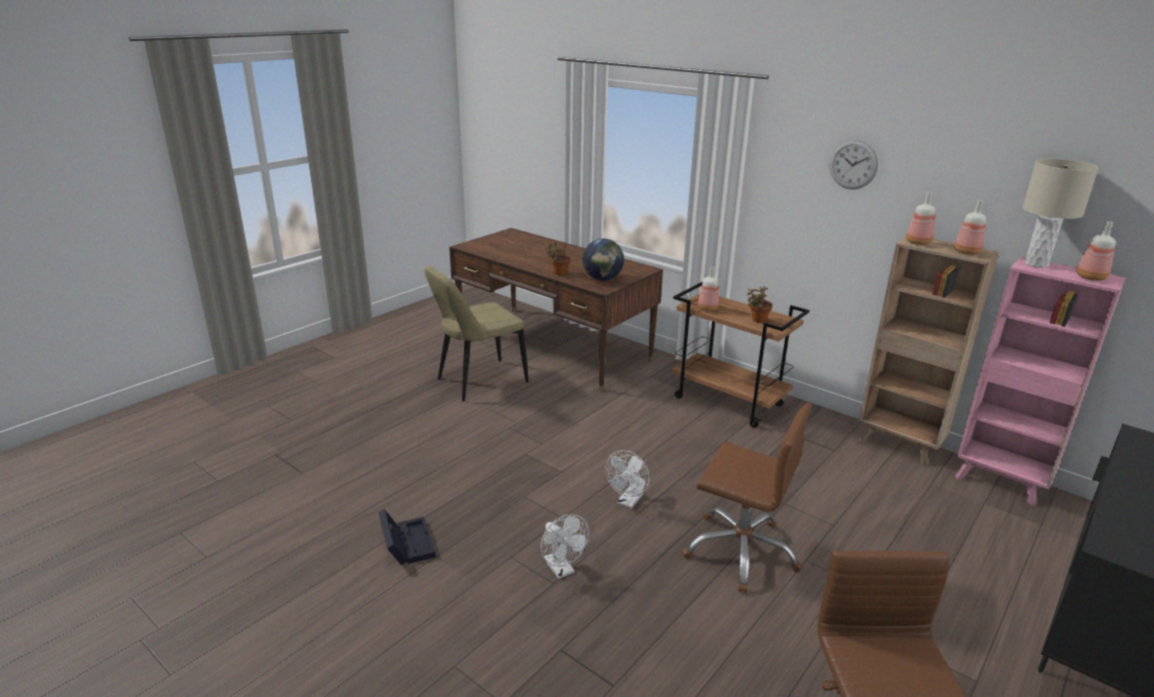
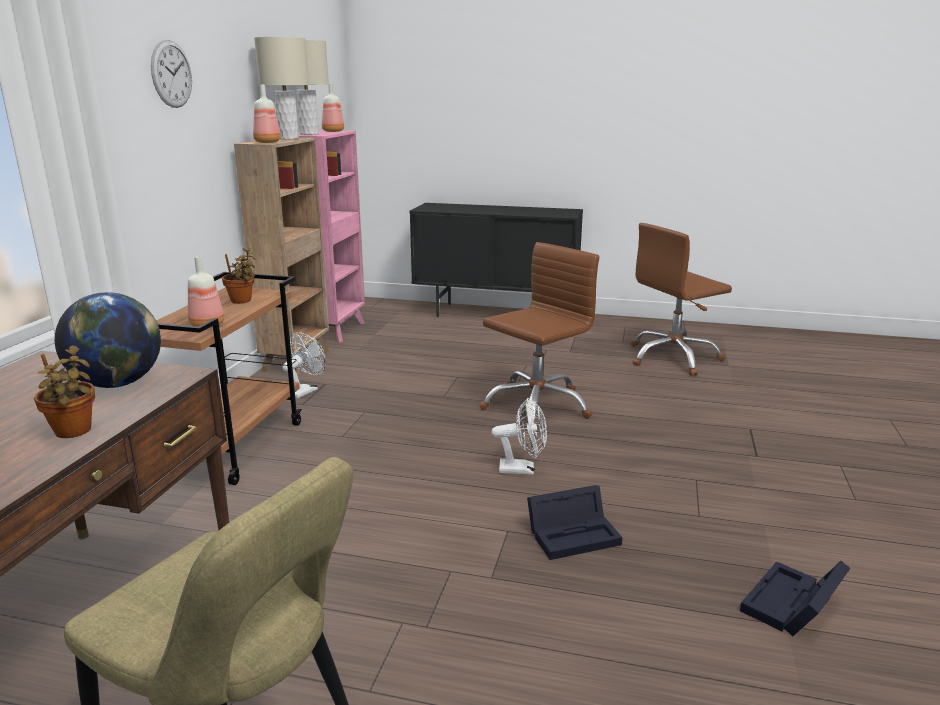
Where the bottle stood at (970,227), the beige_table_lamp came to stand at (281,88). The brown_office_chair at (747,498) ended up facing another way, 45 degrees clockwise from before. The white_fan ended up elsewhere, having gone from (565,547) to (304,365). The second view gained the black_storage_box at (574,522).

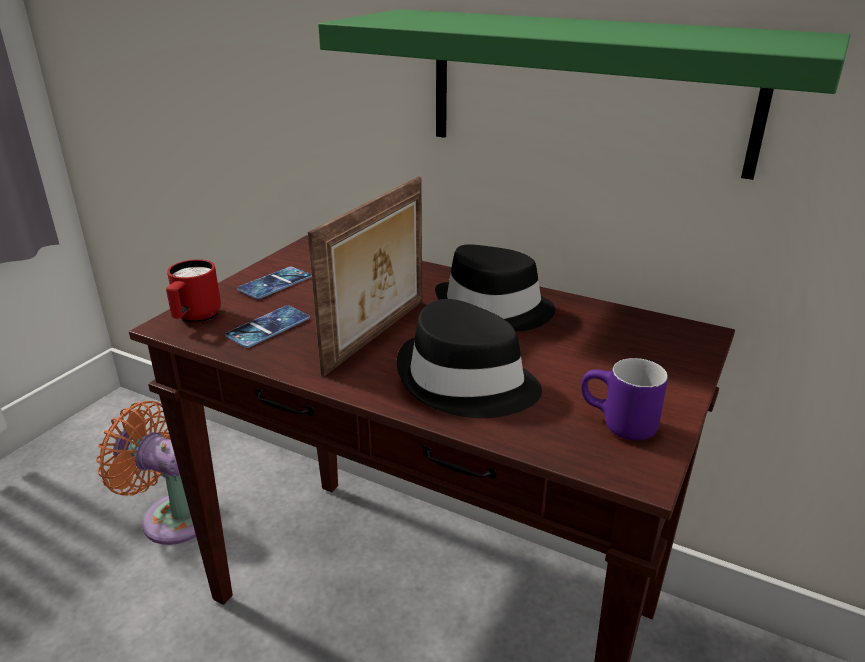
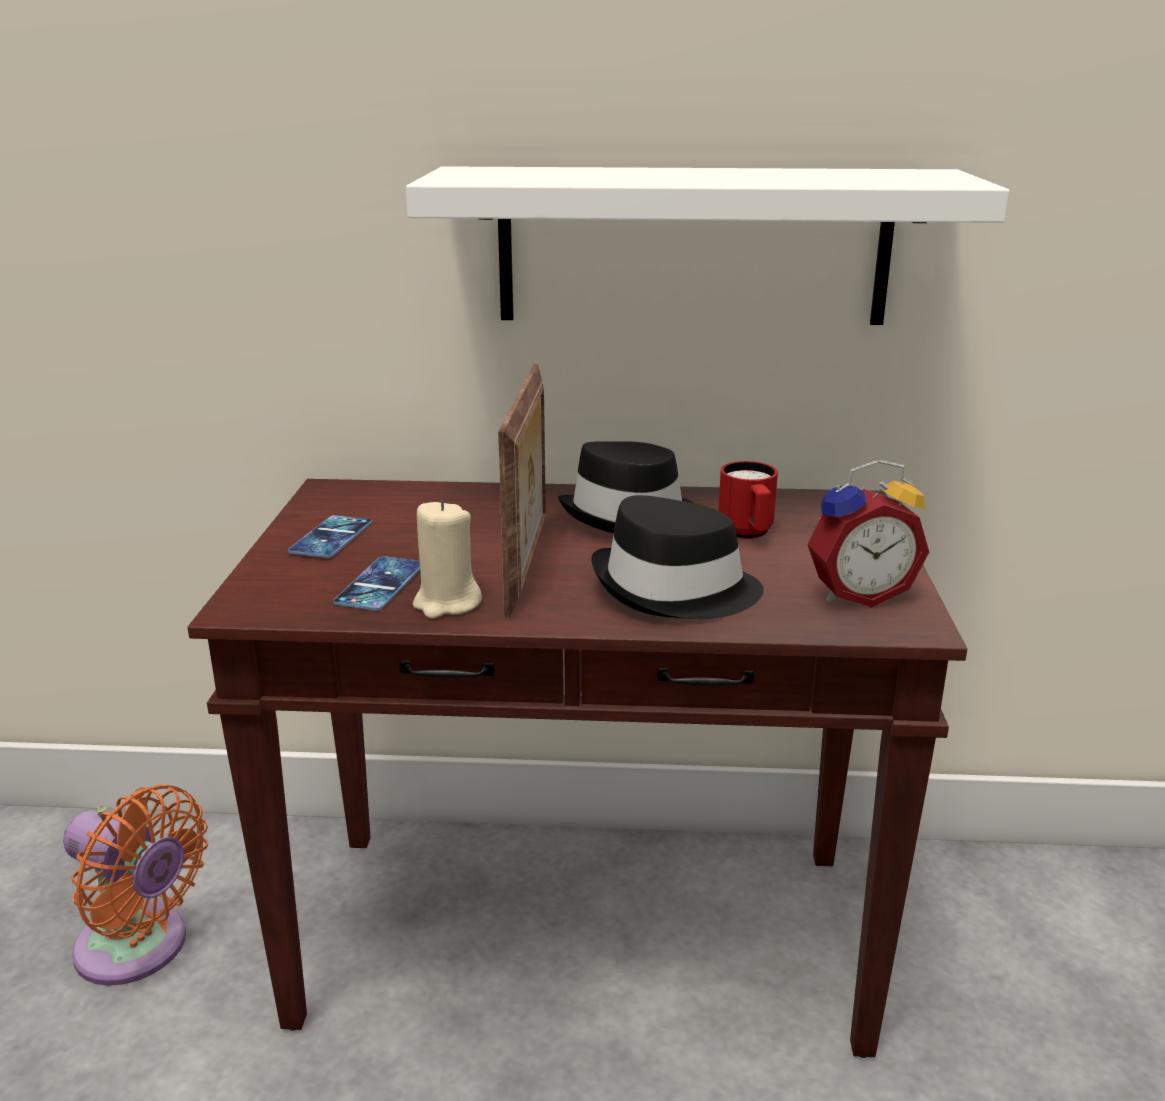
What was the green_shelf at (584,94) turned into the white_shelf at (708,245). The red_mug ended up elsewhere, having gone from (193,291) to (748,500). Where the purple_mug stood at (624,399), the alarm_clock came to stand at (868,533). The orange_fan at (146,473) ended up facing another way, 150 degrees counterclockwise from before. The second view gained the beige_candle at (447,559).

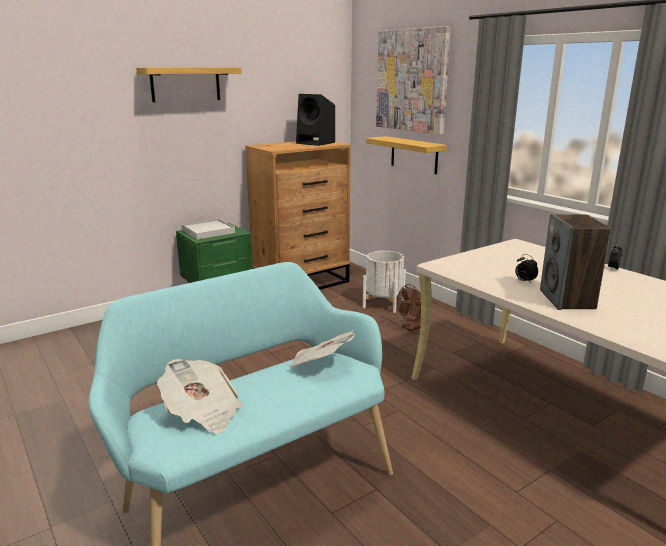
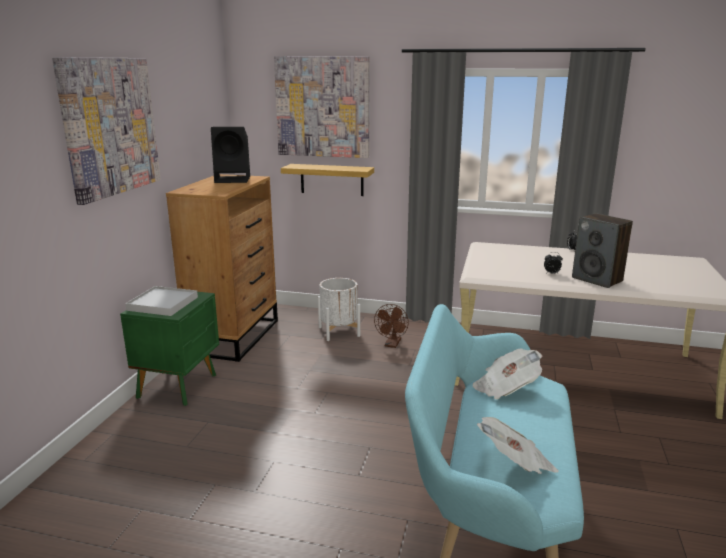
Where the shelf hung at (189,84), the picture came to hang at (106,131).

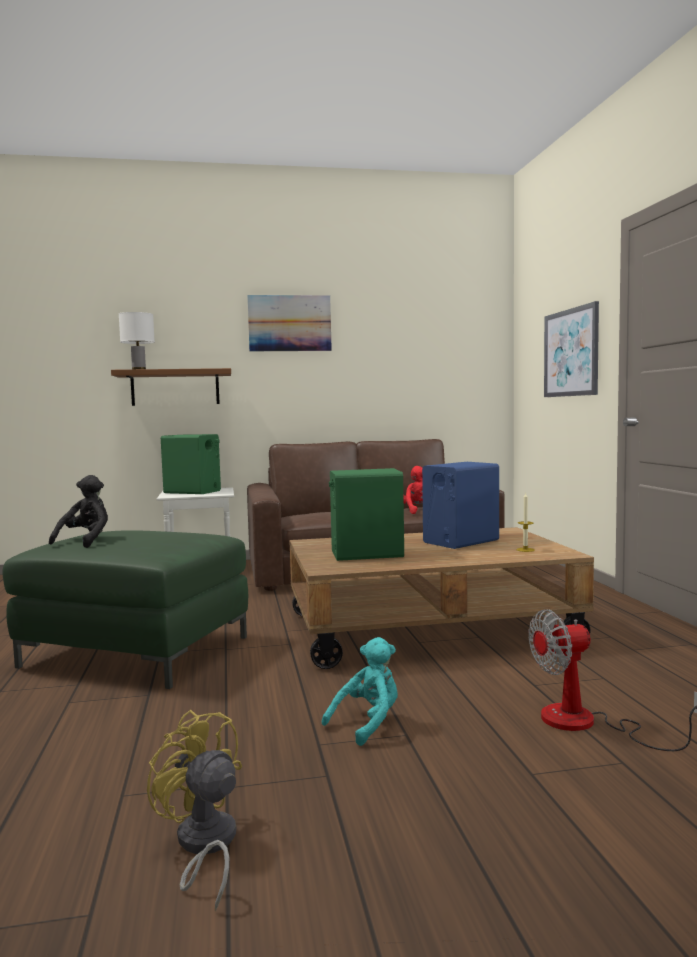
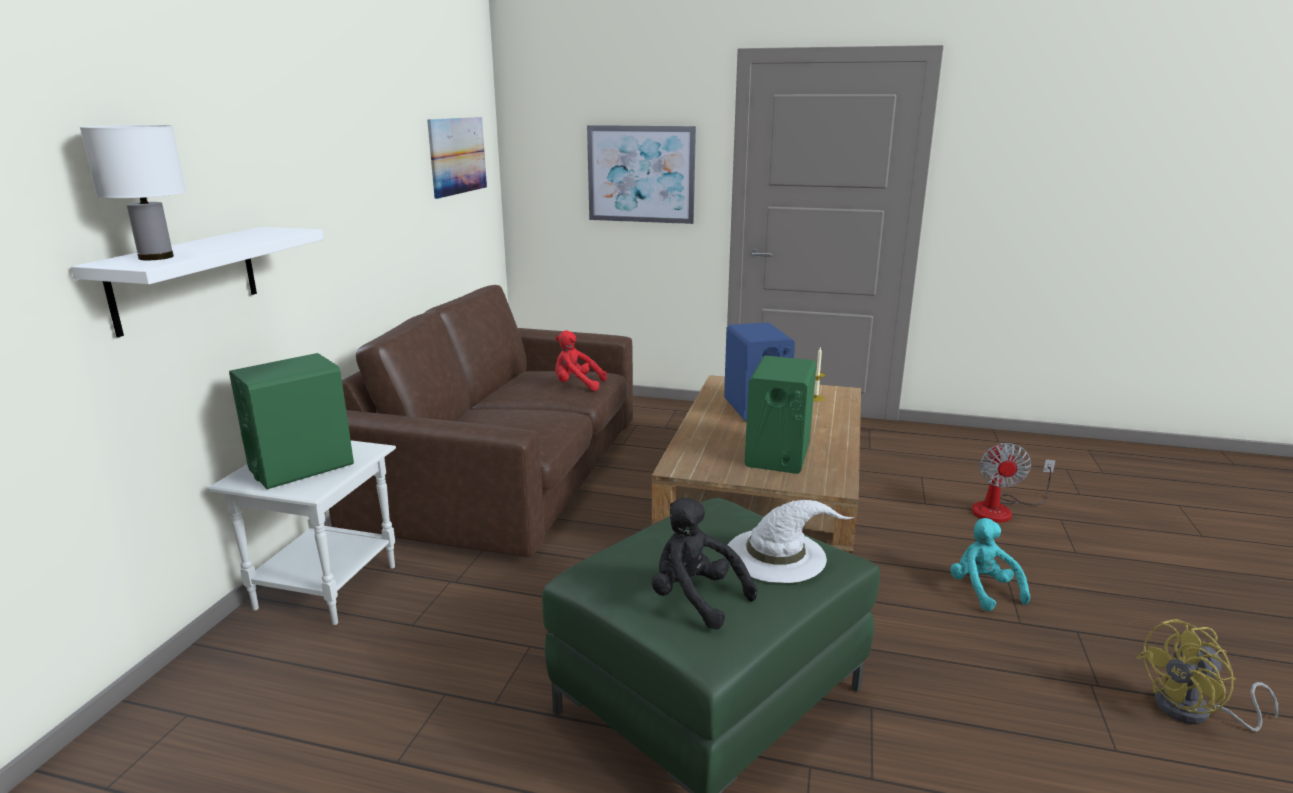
The picture ended up elsewhere, having gone from (289,323) to (457,158). What was the brown_shelf at (171,387) turned into the white_shelf at (197,282). The second view gained the white_hat at (791,541).

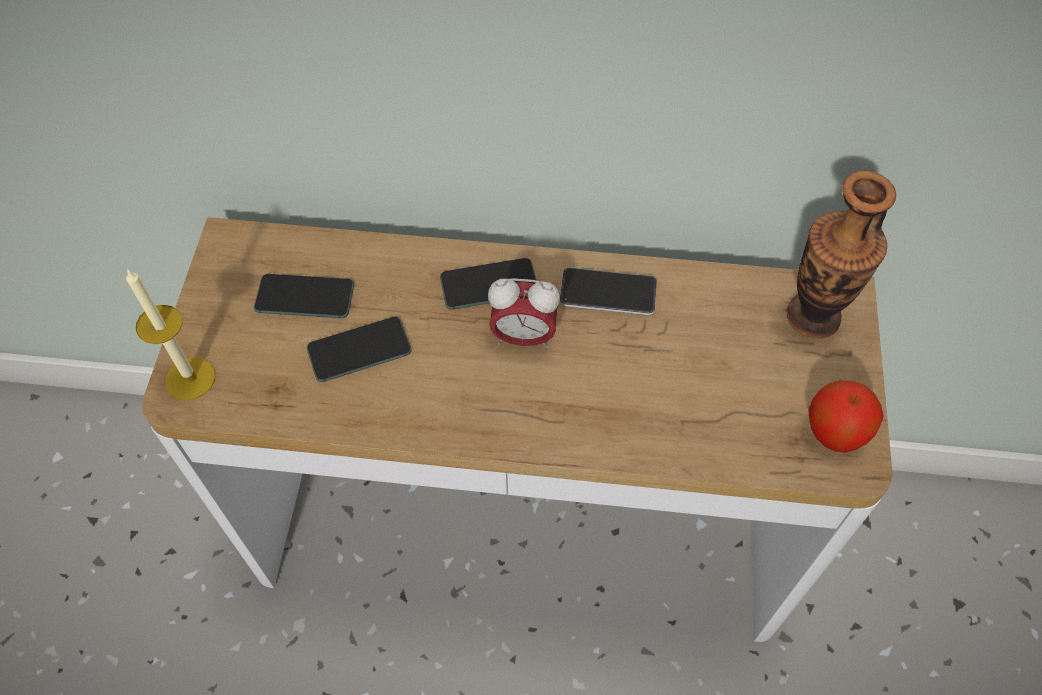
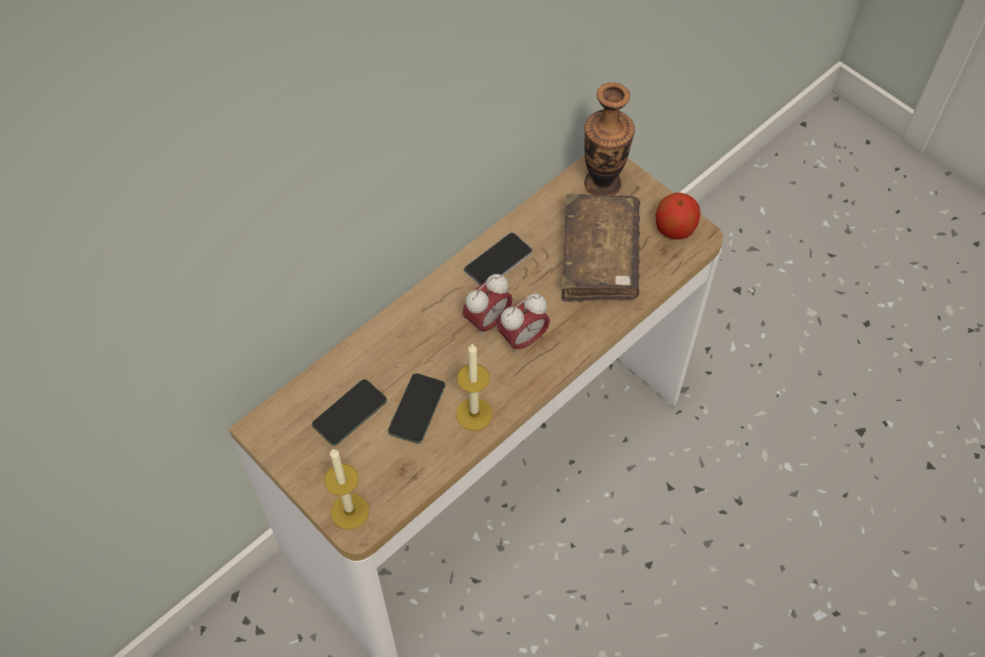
The second view lost the phone at (488,284). The second view gained the brown_book at (601,248). The second view gained the alarm_clock at (523,324). The second view gained the candle at (474,387).

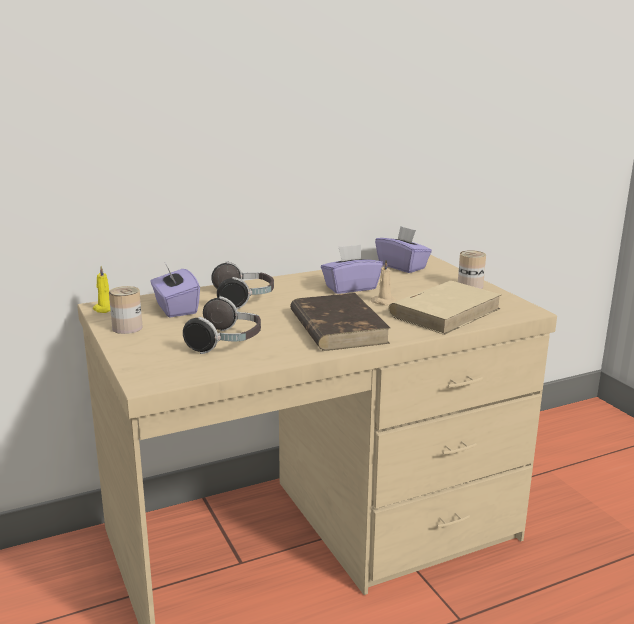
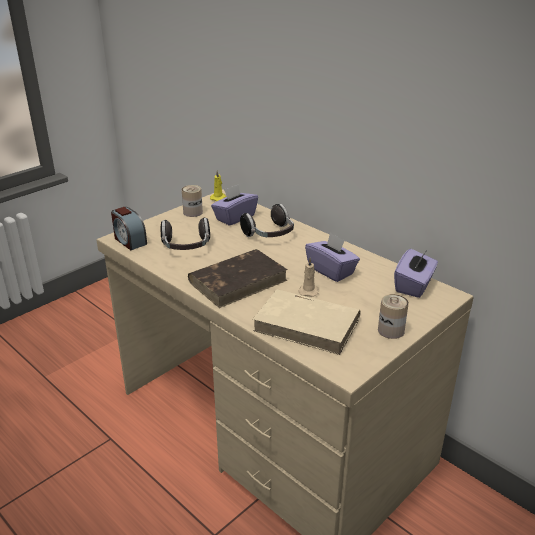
The second view gained the alarm_clock at (129,228).

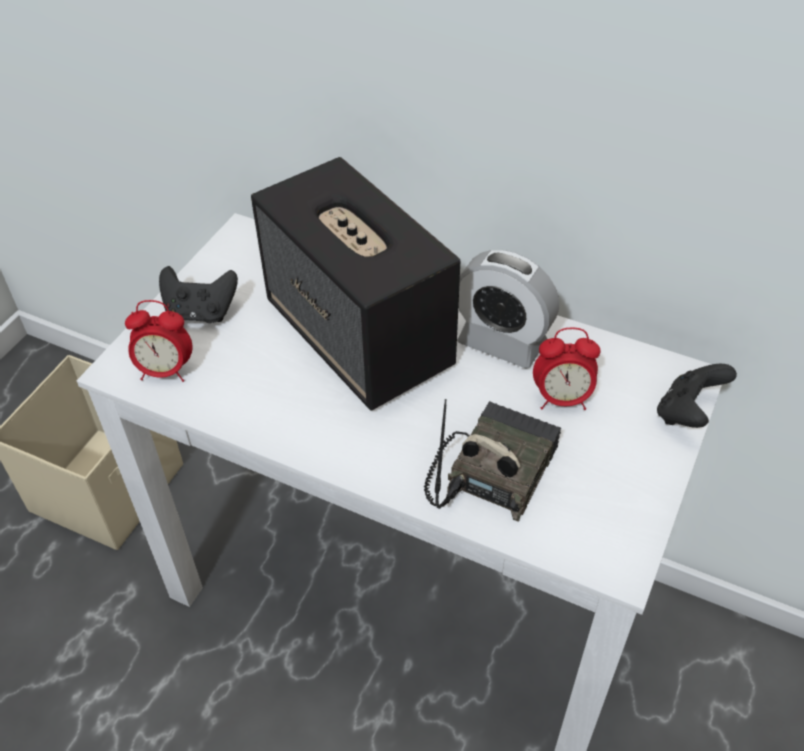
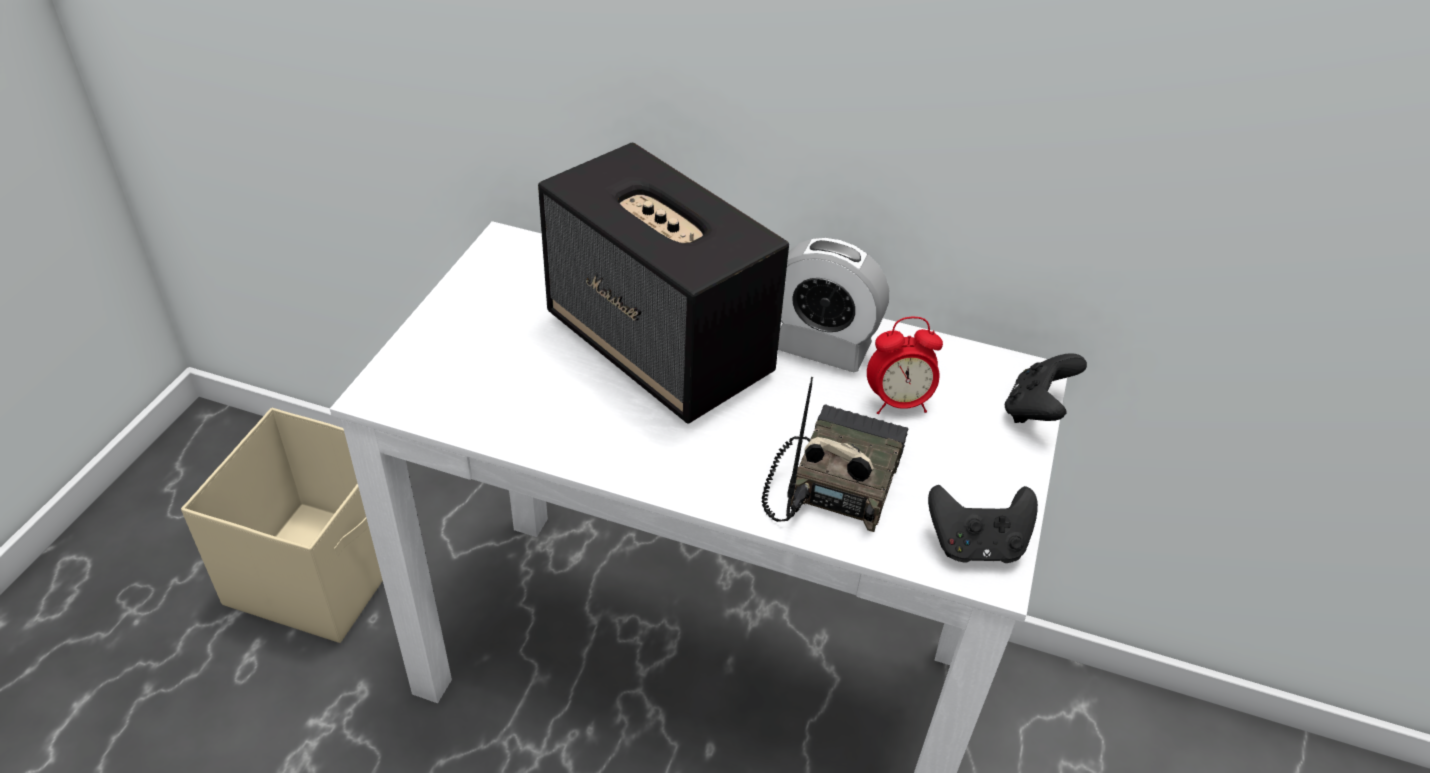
The black_game_controller ended up elsewhere, having gone from (198,294) to (983,524). The second view lost the alarm_clock at (159,341).

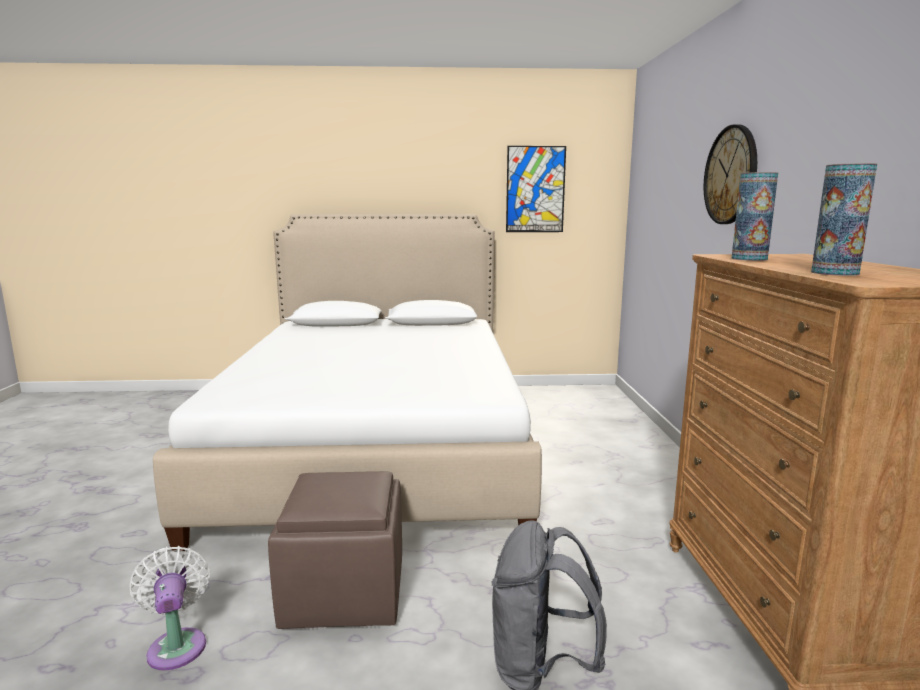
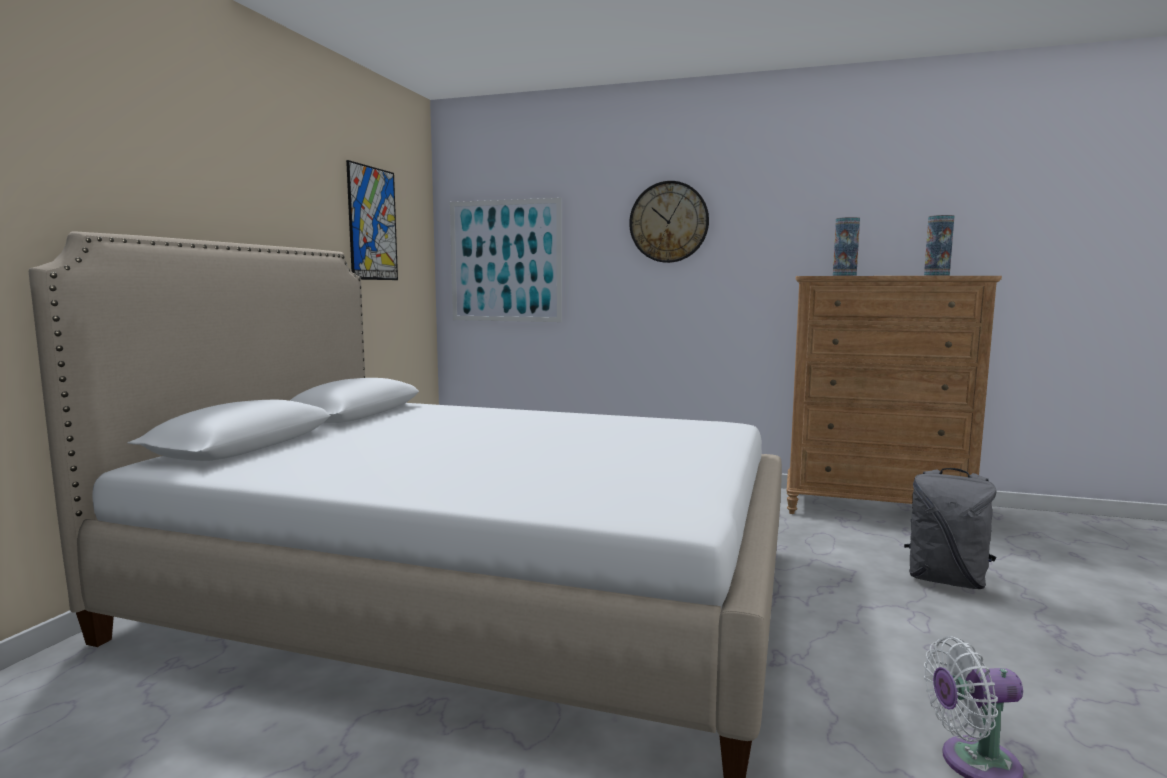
The second view lost the brown_ottoman at (335,550). The second view gained the picture at (506,260).

